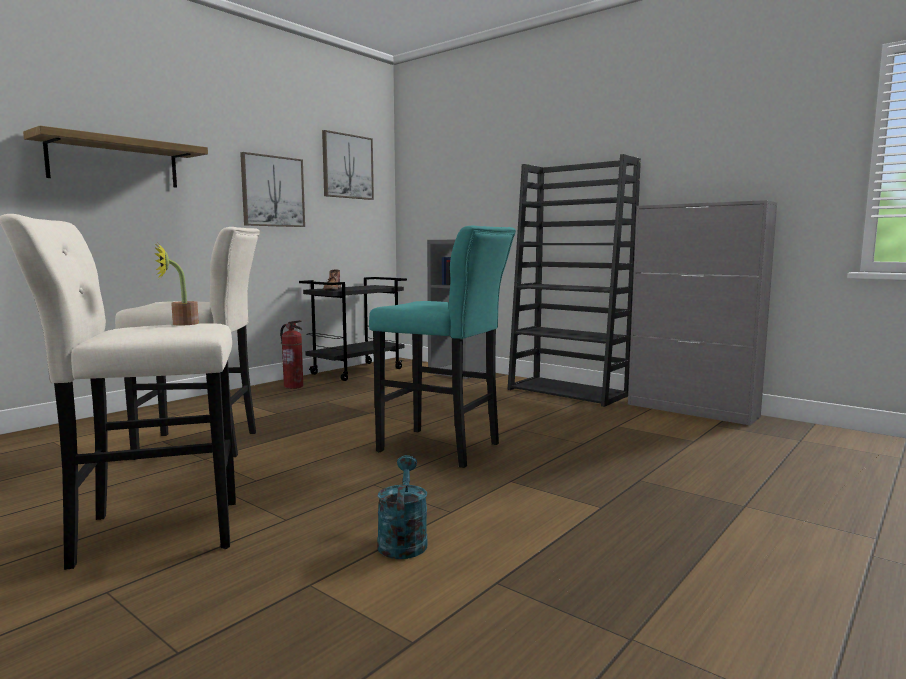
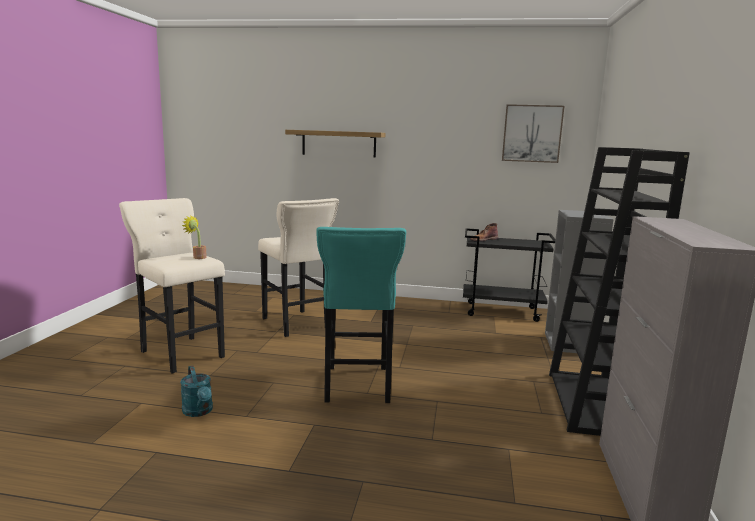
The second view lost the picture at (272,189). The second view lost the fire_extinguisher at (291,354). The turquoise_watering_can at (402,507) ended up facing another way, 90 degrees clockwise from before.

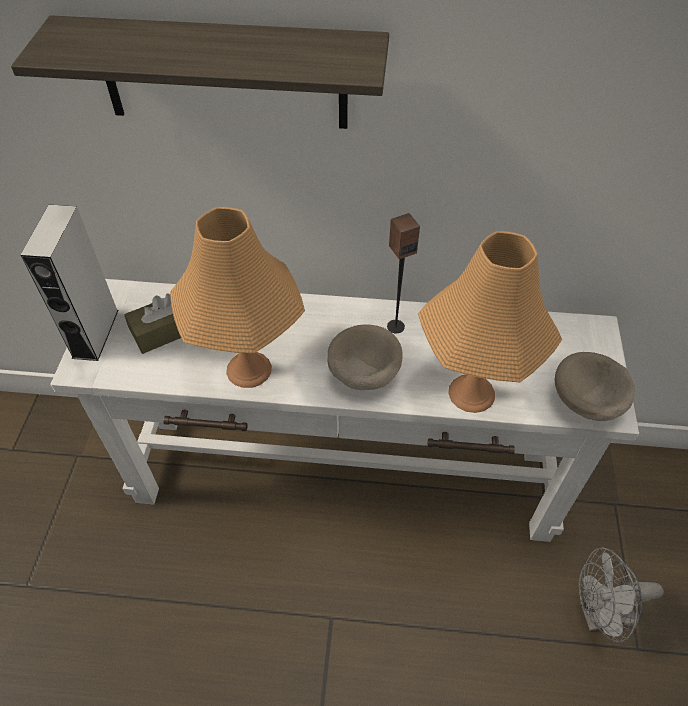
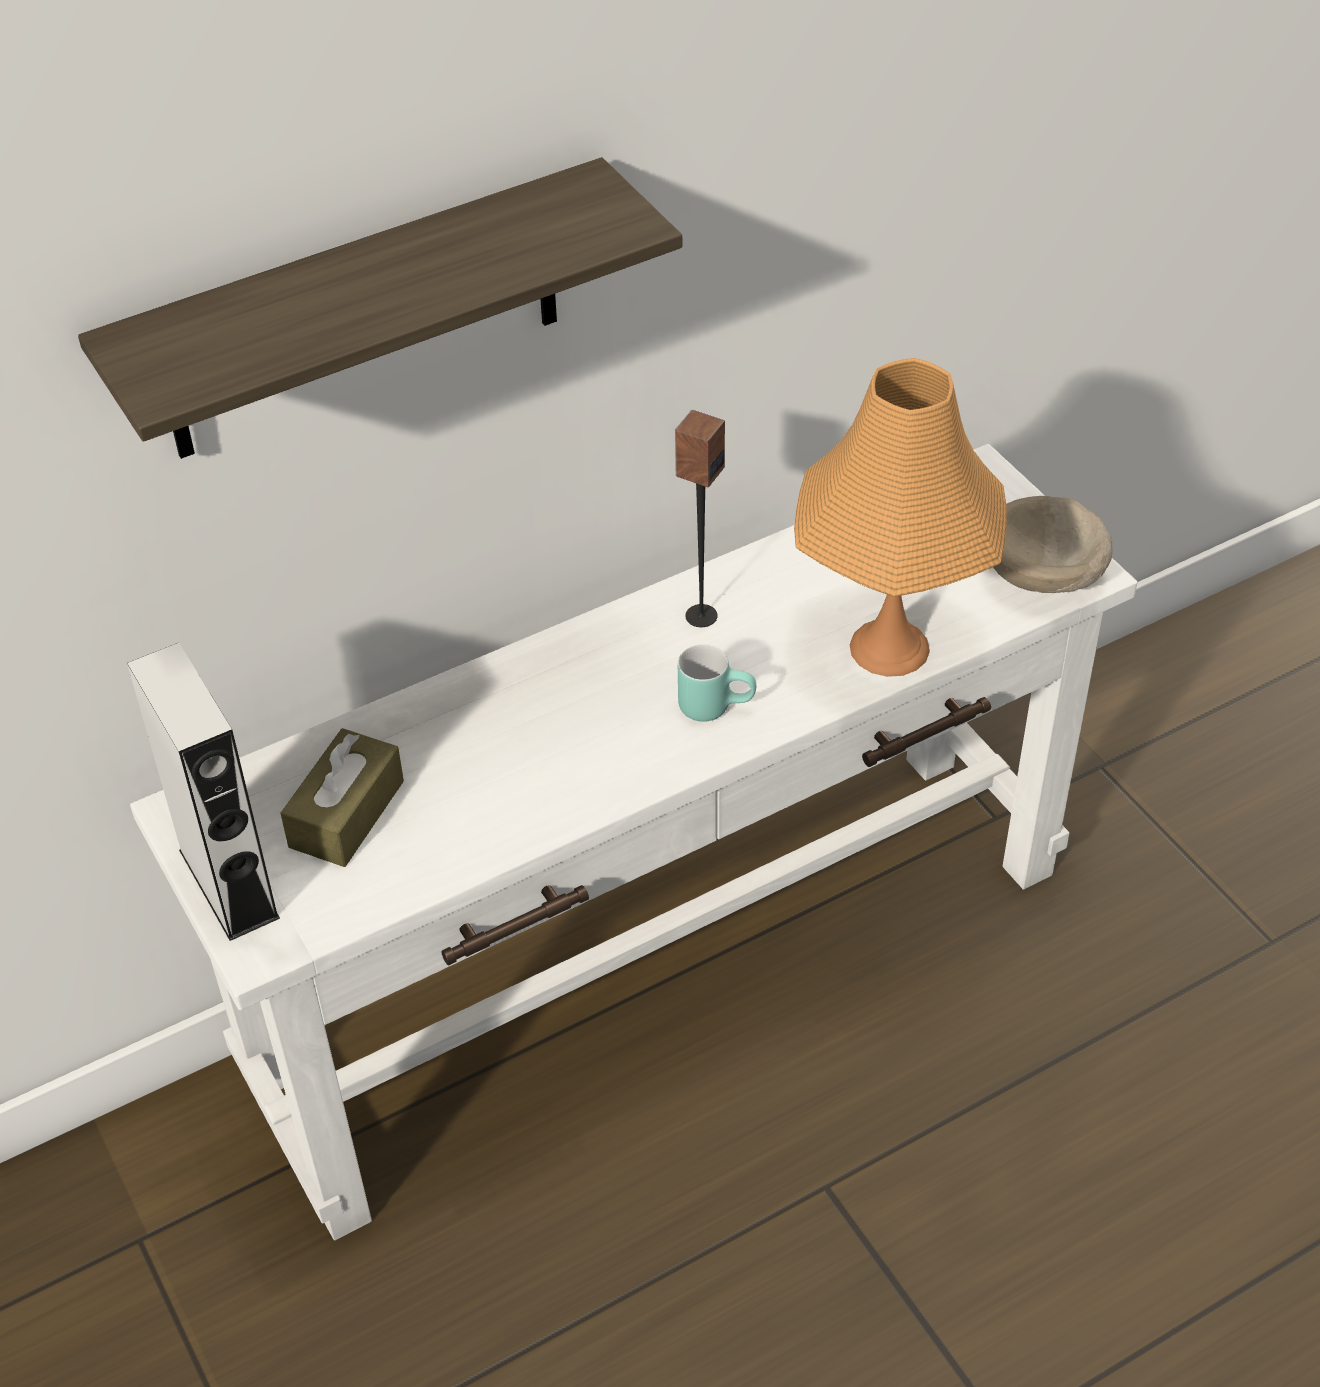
The second view lost the orange_table_lamp at (237,297). Where the beige_bowl stood at (365,357), the turquoise_mug came to stand at (717,683). The second view lost the grey_fan at (621,594).

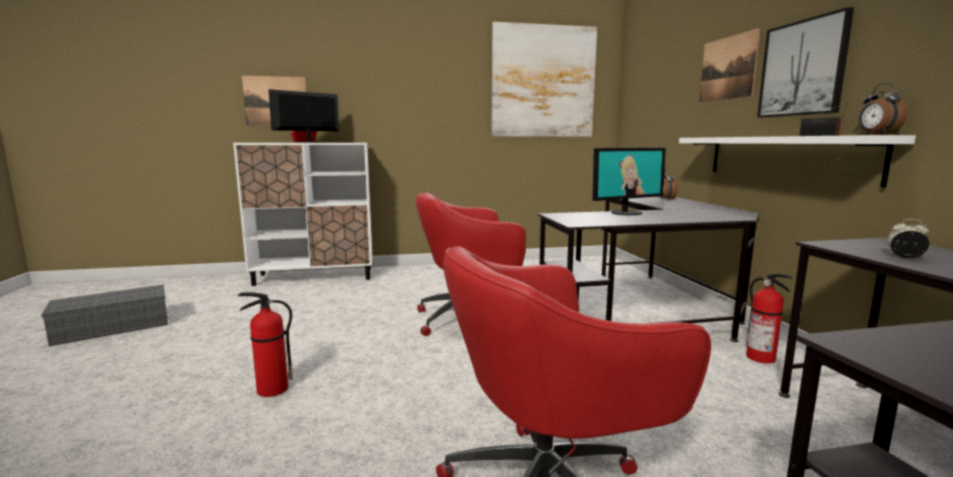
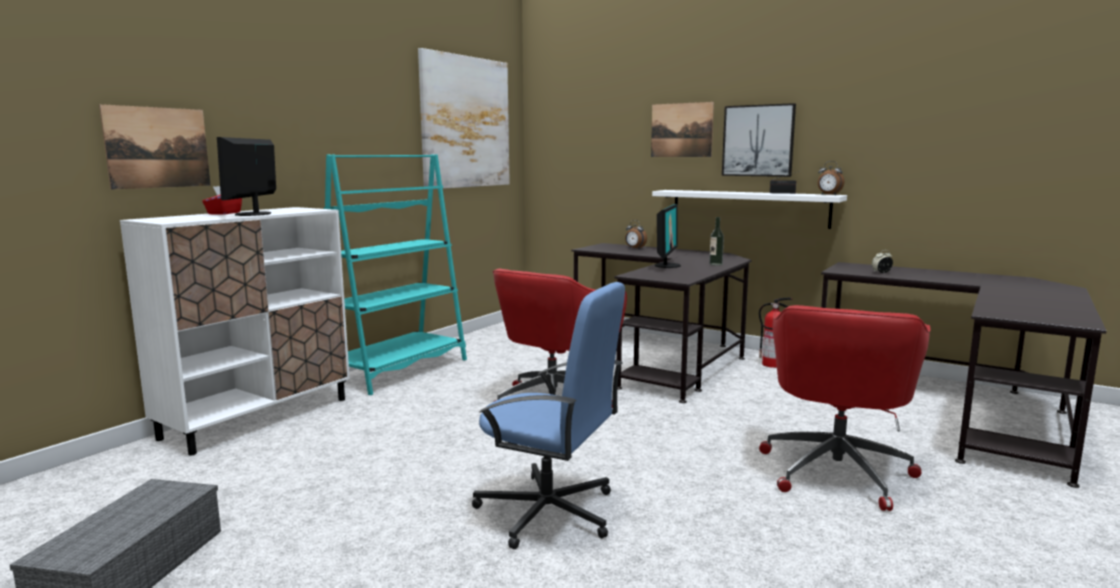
Where the fire_extinguisher stood at (265,344), the blue_office_chair came to stand at (548,415). The second view gained the turquoise_bookcase at (395,274). The second view gained the bottle at (716,241).

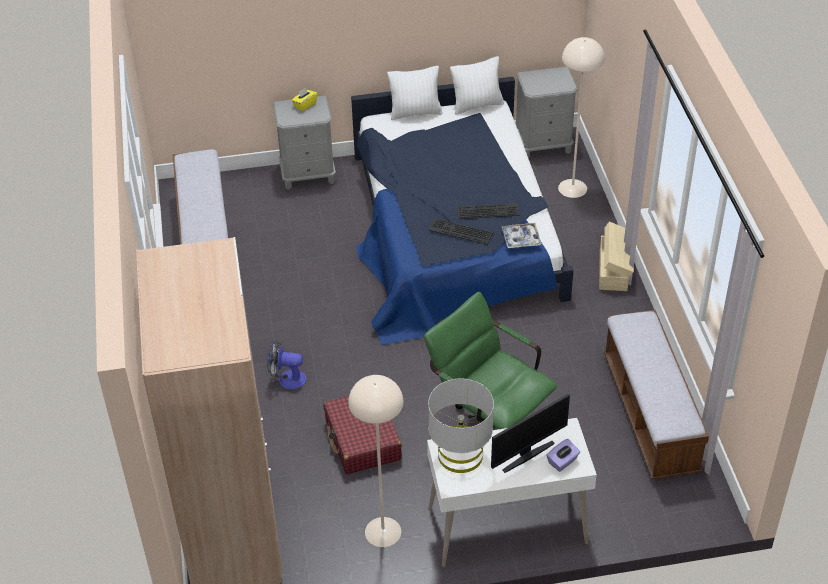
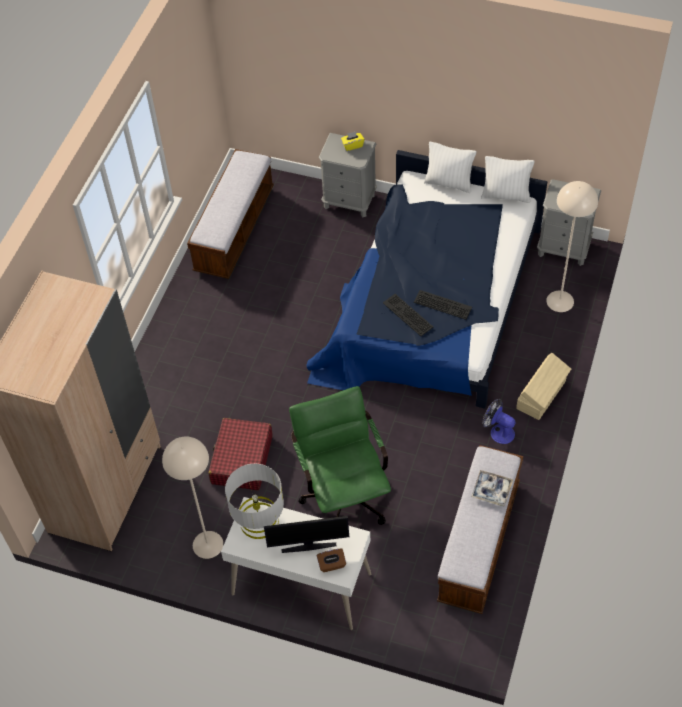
The tray ended up elsewhere, having gone from (522,235) to (492,488). The fan ended up elsewhere, having gone from (286,365) to (499,421). What was the purple_tissue_box at (563,455) turned into the brown_tissue_box at (331,560).

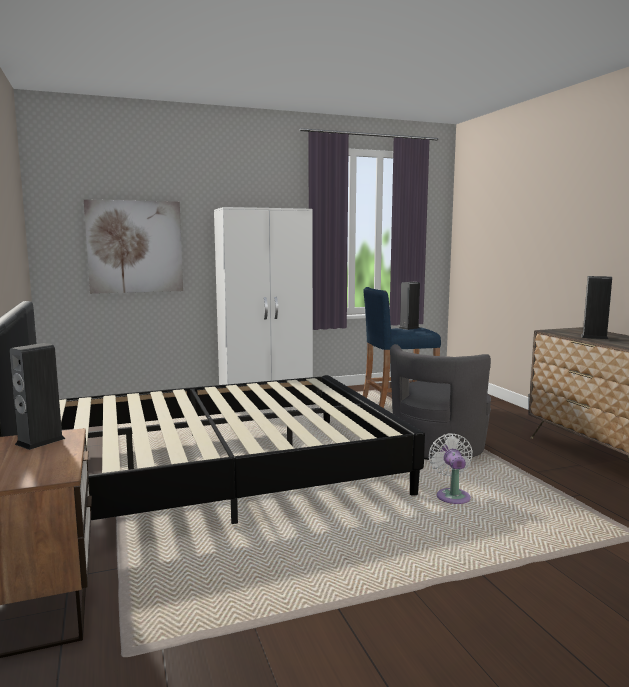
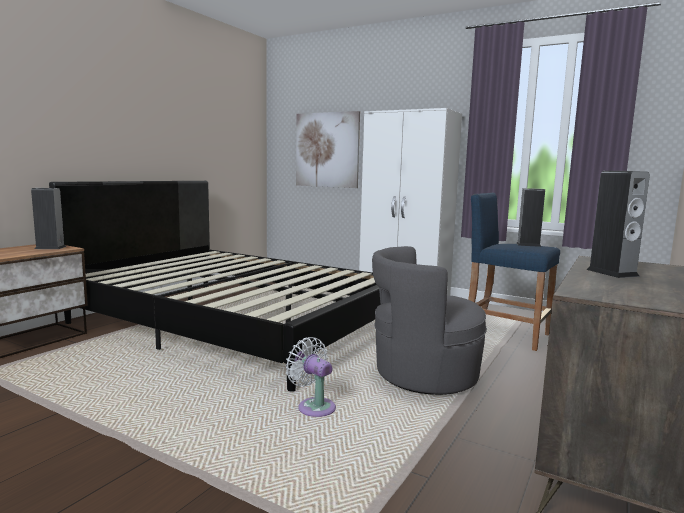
The white_fan at (451,468) ended up facing another way, 90 degrees counterclockwise from before.

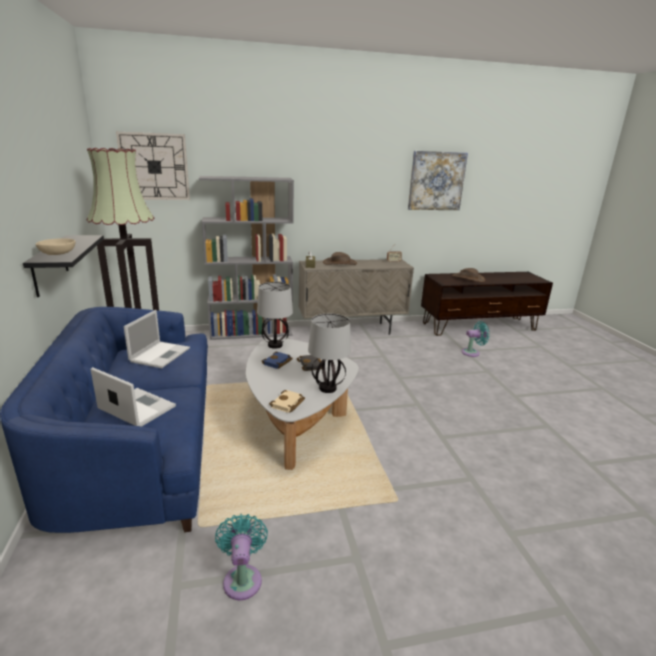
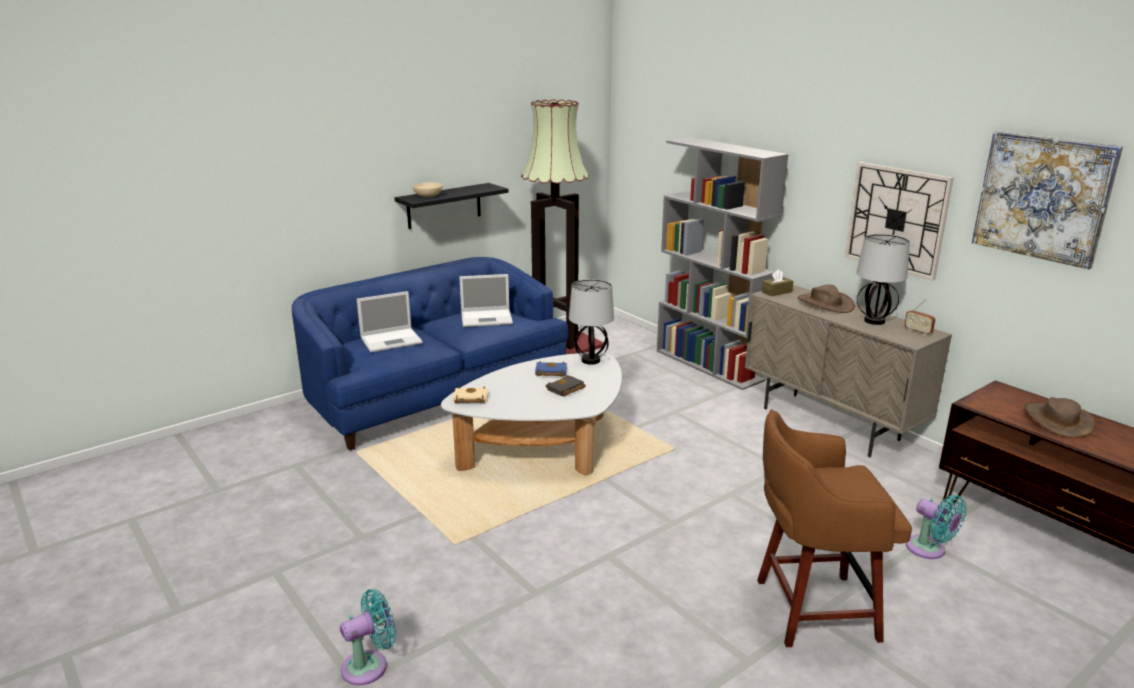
The wall_clock ended up elsewhere, having gone from (153,166) to (899,221). The table_lamp ended up elsewhere, having gone from (329,353) to (883,279). The laptop at (133,397) ended up facing another way, 60 degrees clockwise from before. The turquoise_fan ended up elsewhere, having gone from (241,557) to (368,637). The second view gained the brown_stool at (834,528).

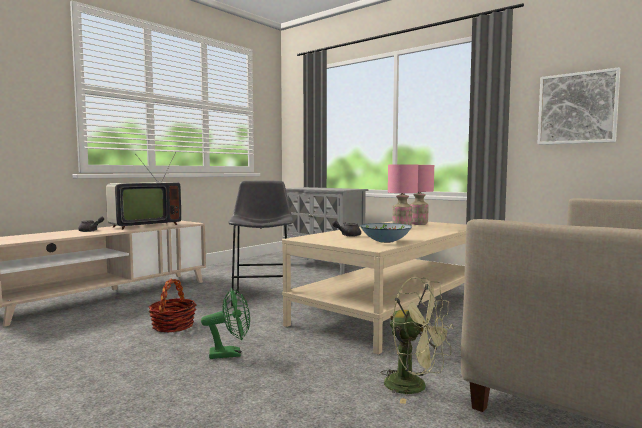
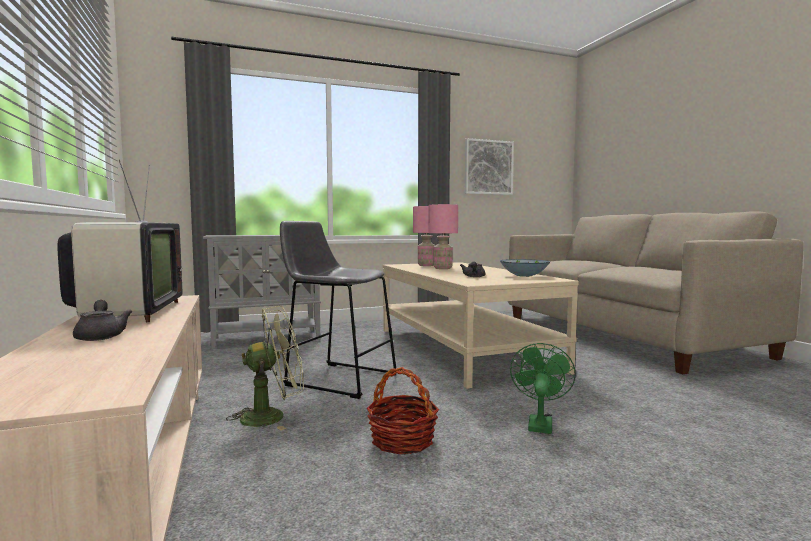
The green_fan ended up elsewhere, having gone from (417,340) to (265,368).

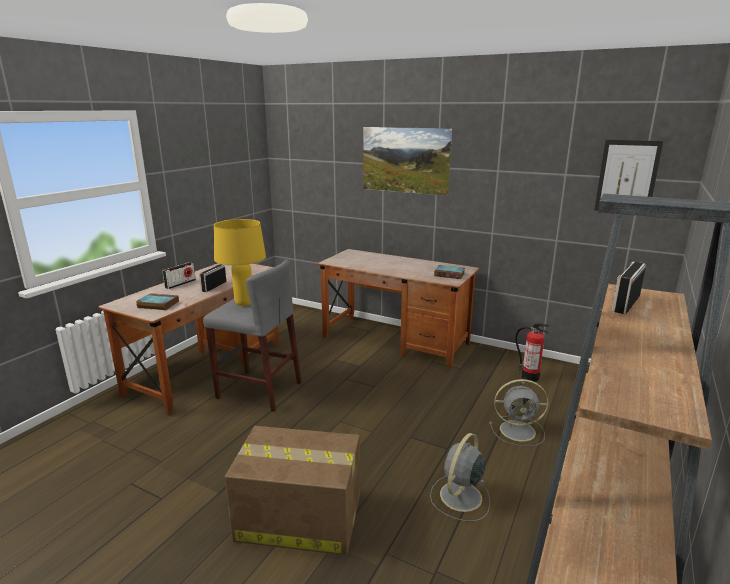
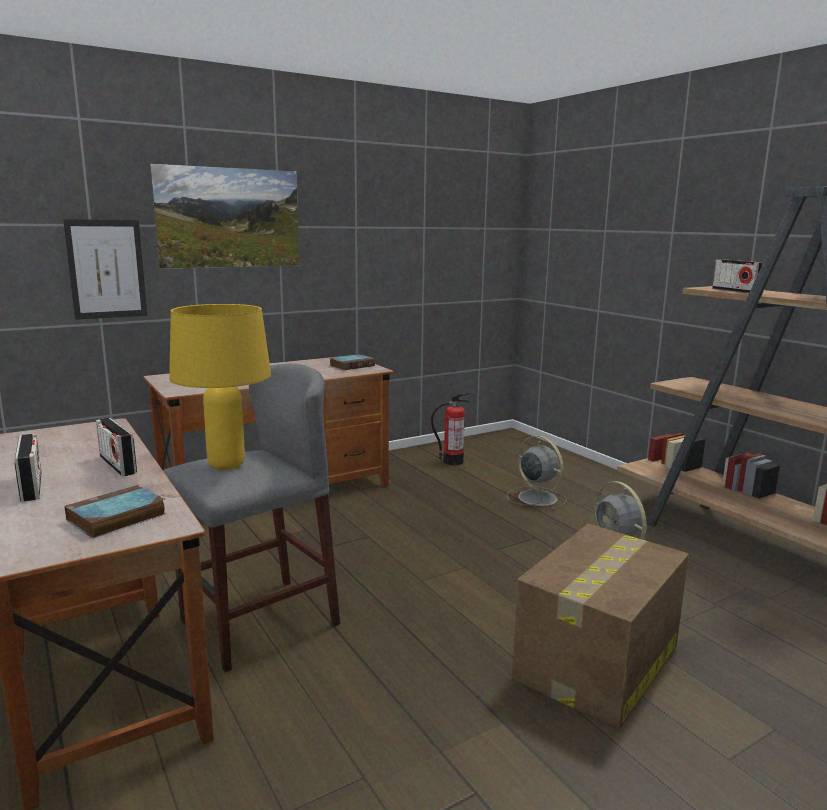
The picture ended up elsewhere, having gone from (628,175) to (105,269). The grey_fan at (519,413) ended up facing another way, 75 degrees counterclockwise from before.

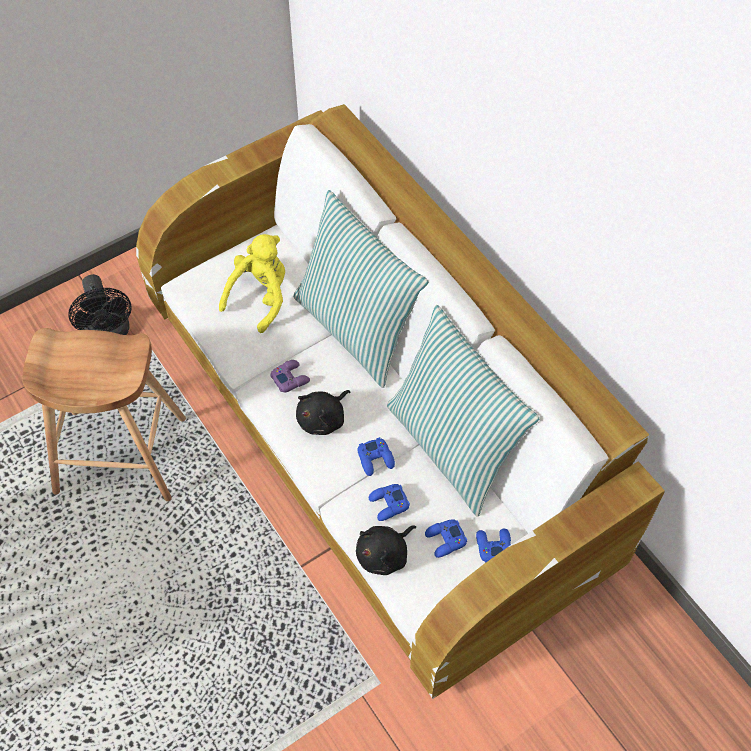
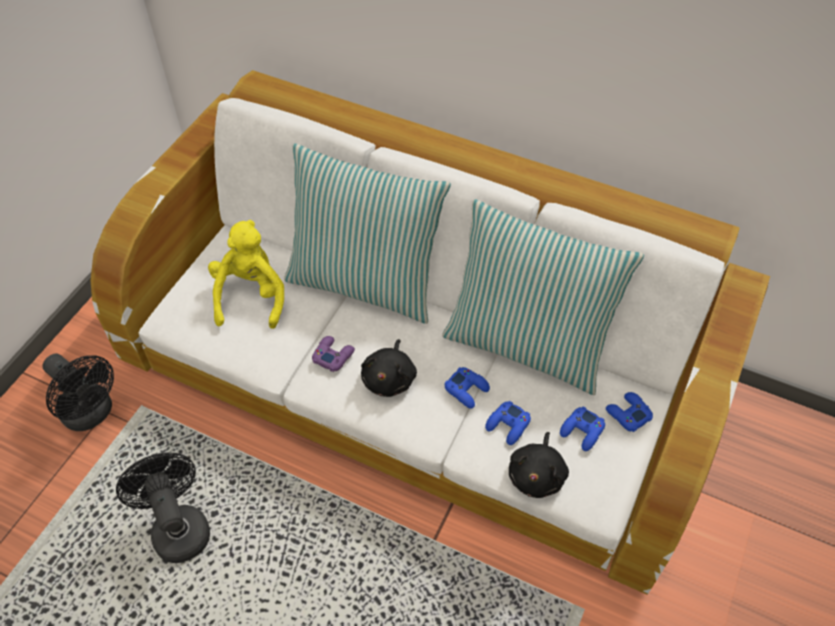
Where the brown_stool stood at (104,414), the black_fan came to stand at (163,508).

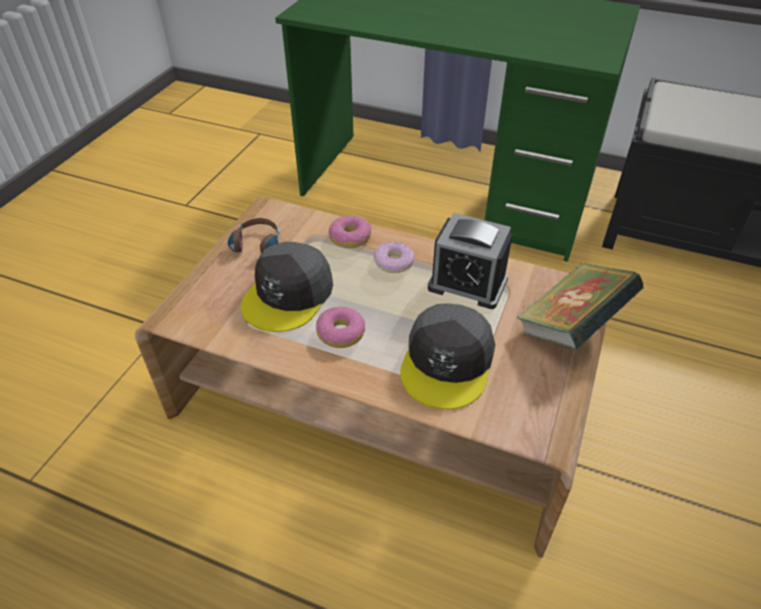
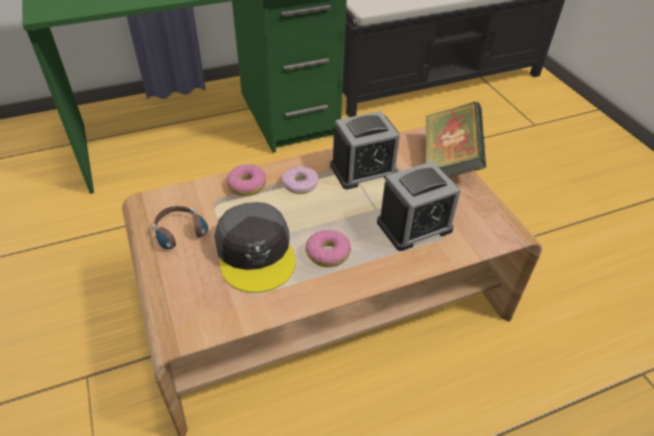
Where the grey_cap stood at (447,356), the alarm_clock came to stand at (419,206).

